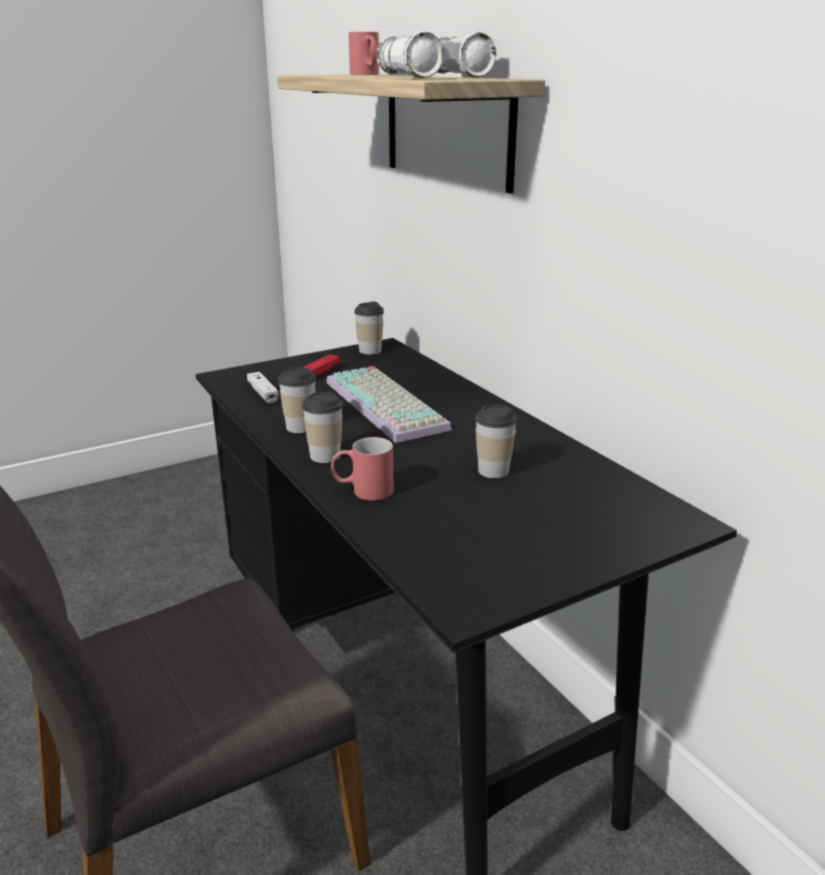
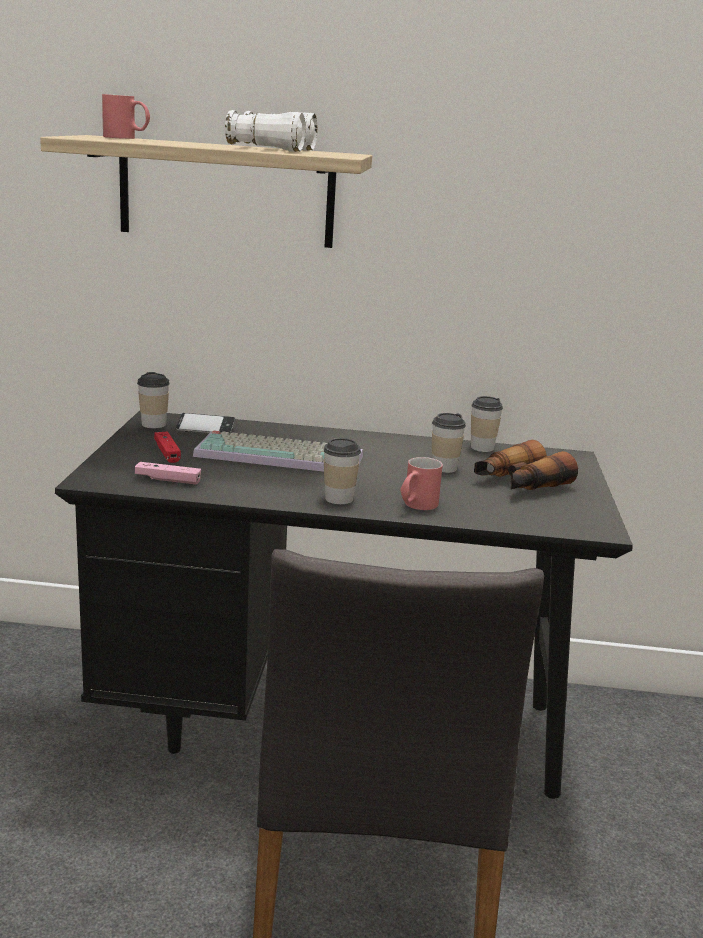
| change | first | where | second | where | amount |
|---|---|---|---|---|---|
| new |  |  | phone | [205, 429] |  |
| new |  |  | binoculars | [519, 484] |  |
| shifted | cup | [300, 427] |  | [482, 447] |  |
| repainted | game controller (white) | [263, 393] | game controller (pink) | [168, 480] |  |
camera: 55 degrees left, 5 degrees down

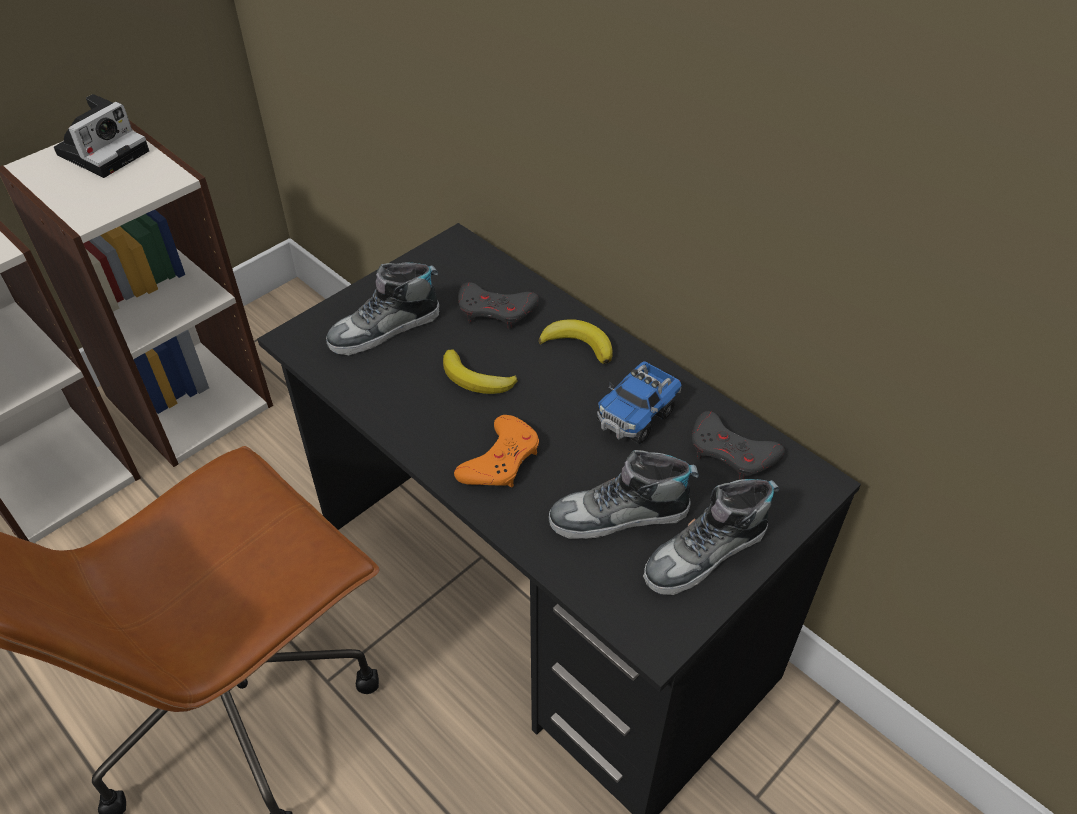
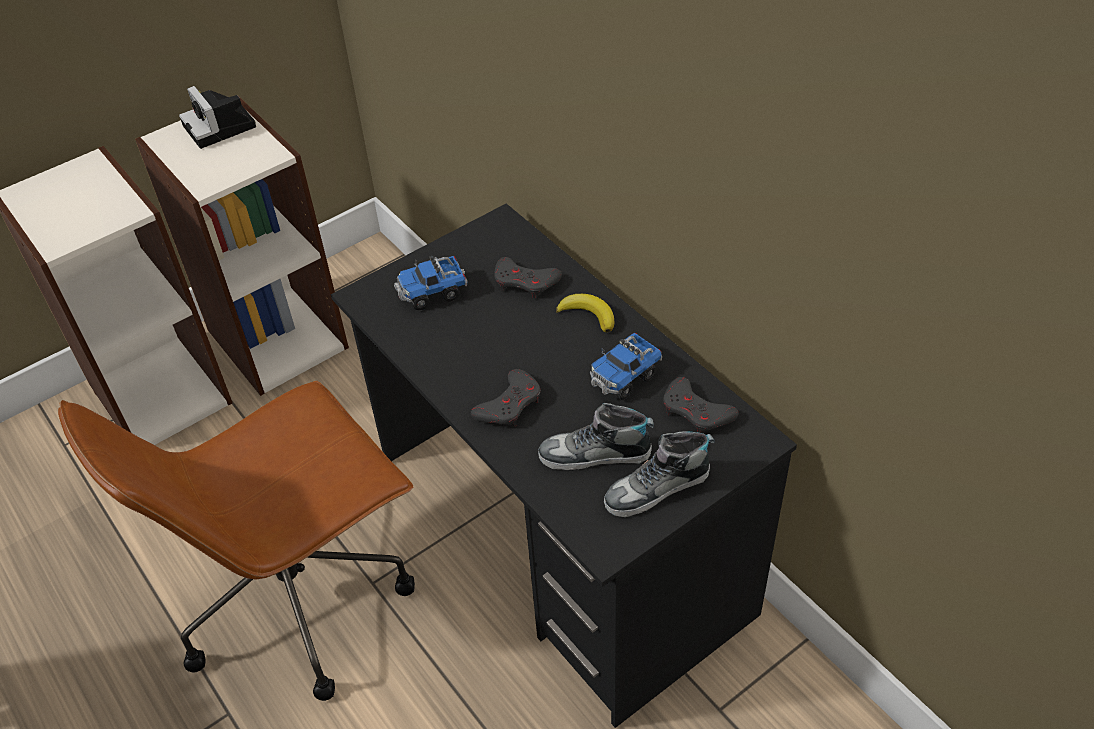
| change | first | where | second | where | amount |
|---|---|---|---|---|---|
| gone | banana | [476, 379] |  |  |  |
| swapped | shoe | [385, 329] | toy truck | [433, 293] |  |
| repainted | game controller (orange) | [501, 460] | game controller (grey) | [509, 404] |  |
| rotated | photo camera | [105, 151] |  | [221, 127] | 105 degrees clockwise |
camera: 10 degrees right, 0 degrees up

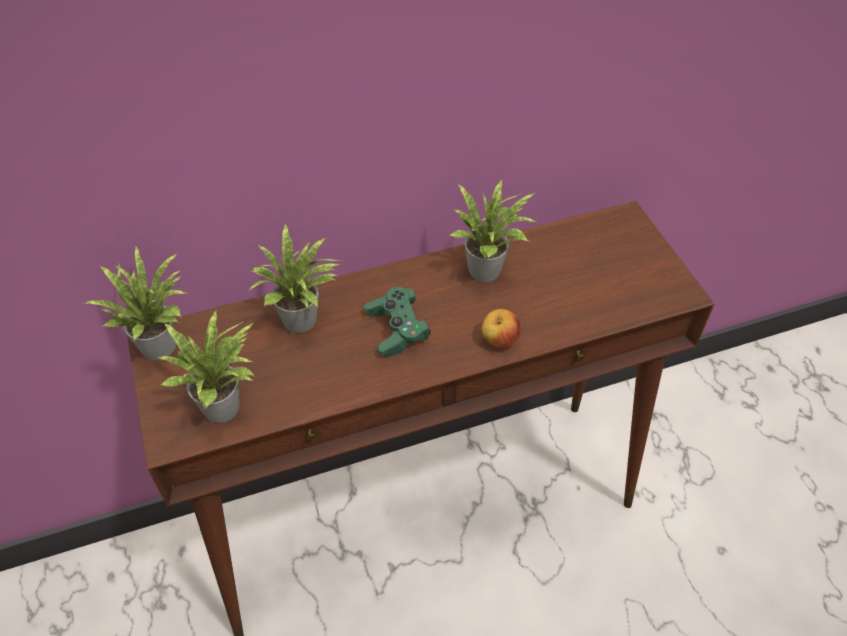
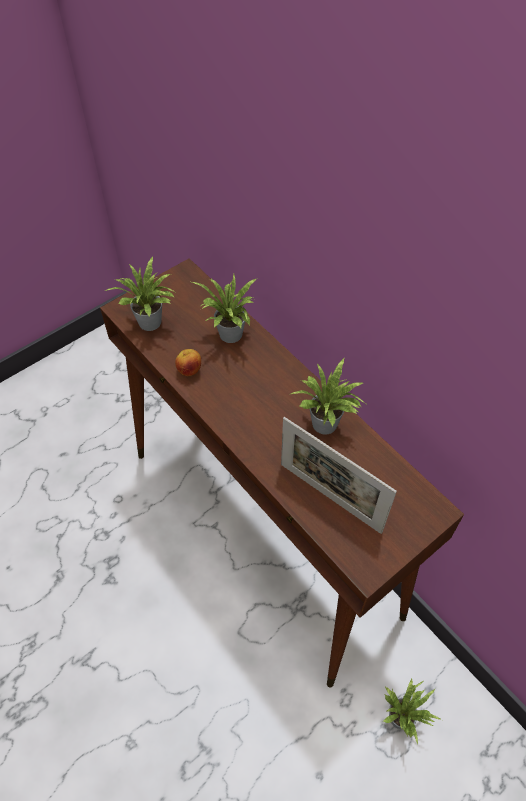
| change | first | where | second | where | amount |
|---|---|---|---|---|---|
| gone | game controller (green) | [397, 329] |  |  |  |
| new |  |  | picture frame | [330, 497] |  |
| shifted | potted plant | [160, 343] |  | [402, 716] |  |
| shifted | apple | [499, 341] |  | [189, 370] |  |
camera: 70 degrees right, 5 degrees up

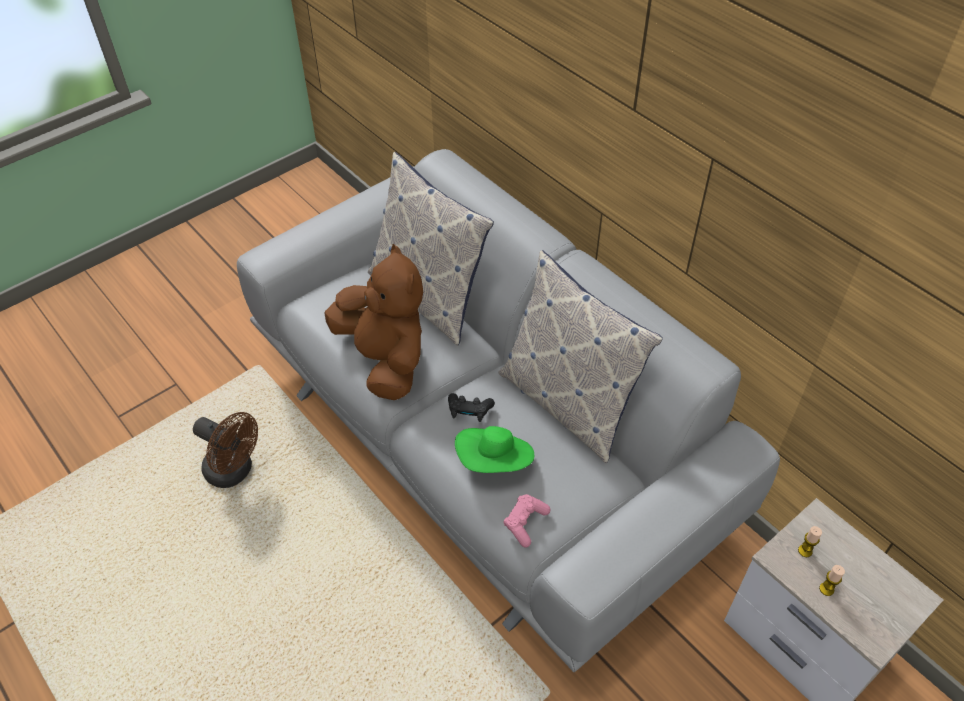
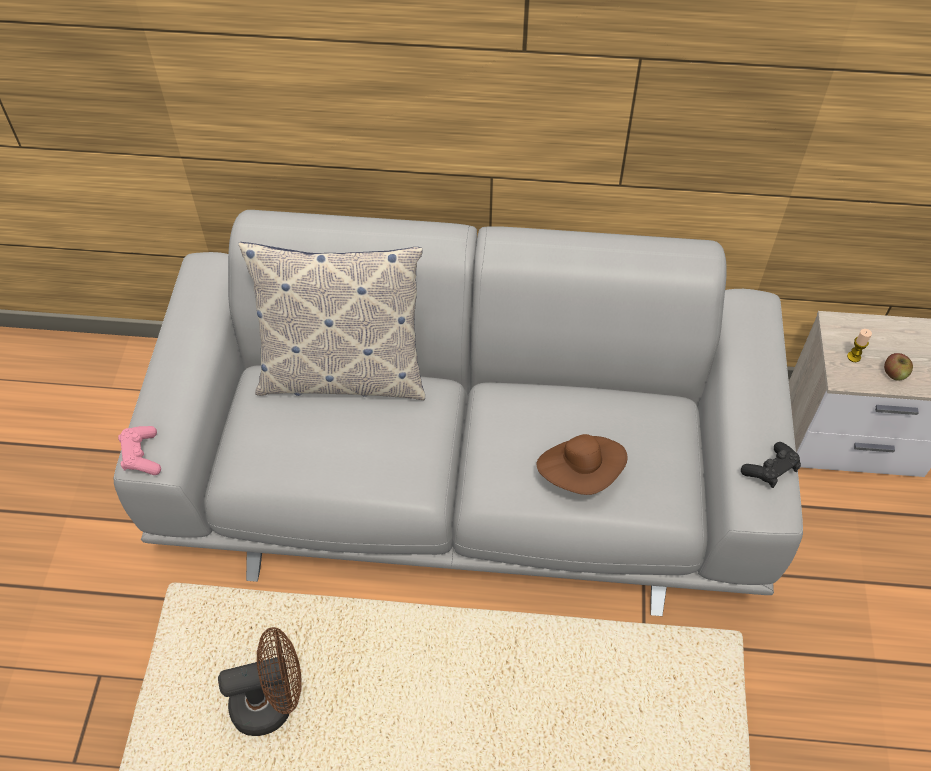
| change | first | where | second | where | amount |
|---|---|---|---|---|---|
| gone | plush toy (brown) | [385, 360] |  |  |  |
| gone | pillow | [568, 403] |  |  |  |
| shifted | game controller (black) | [469, 411] |  | [770, 470] |  |
| shifted | game controller (pink) | [525, 523] |  | [142, 456] |  |
| swapped | candle | [826, 589] | apple | [894, 373] |  |
| repainted | hat (green) | [495, 461] | hat (brown) | [581, 473] |  |
camera: 45 degrees left, 5 degrees up

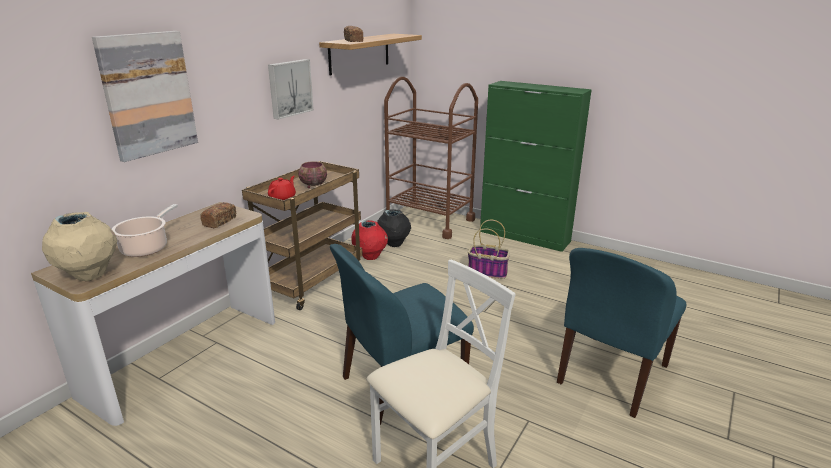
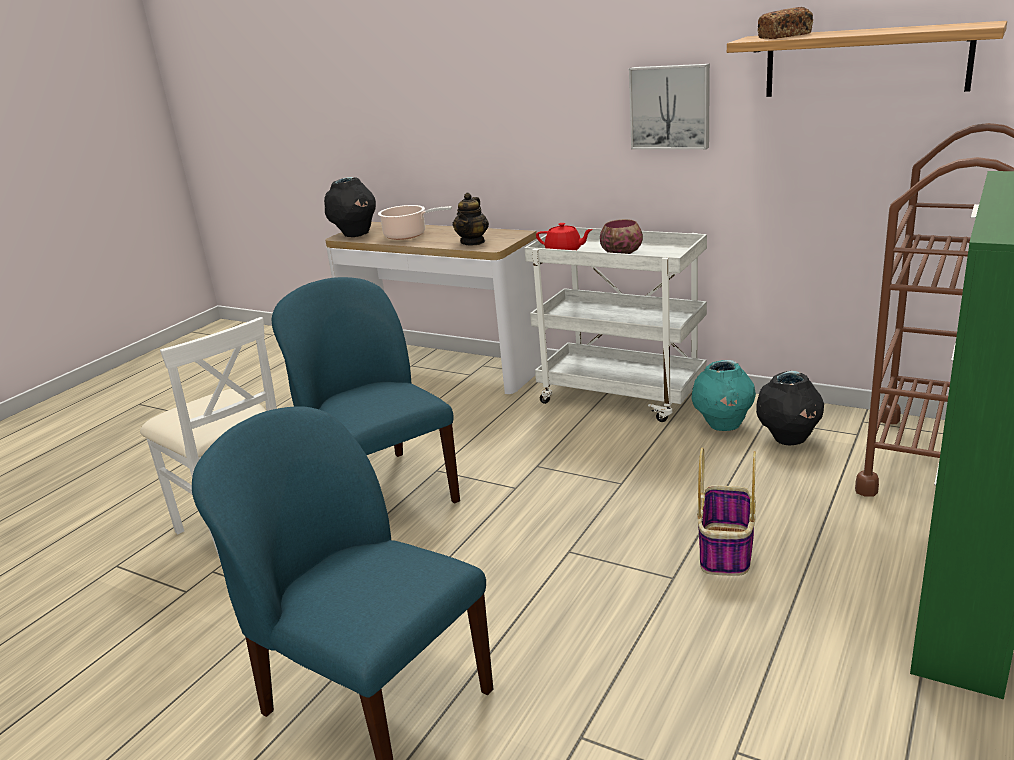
| change | first | where | second | where | amount |
|---|---|---|---|---|---|
| gone | picture | [148, 94] |  |  |  |
| swapped | bread | [219, 221] | teapot | [473, 242] |  |
| repainted | vase (beige) | [89, 276] | vase (black) | [355, 234] |  |
| repainted | cart (brown) | [311, 281] | cart (white) | [622, 396] |  |
| repainted | vase (red) | [370, 257] | vase (turquoise) | [723, 425] |  |
camera: 90 degrees right, 0 degrees up

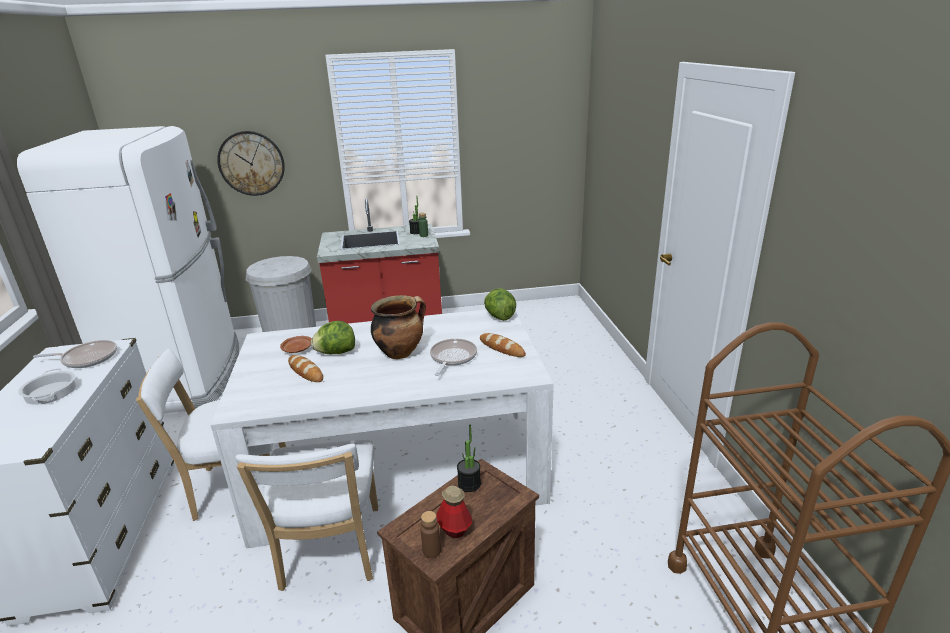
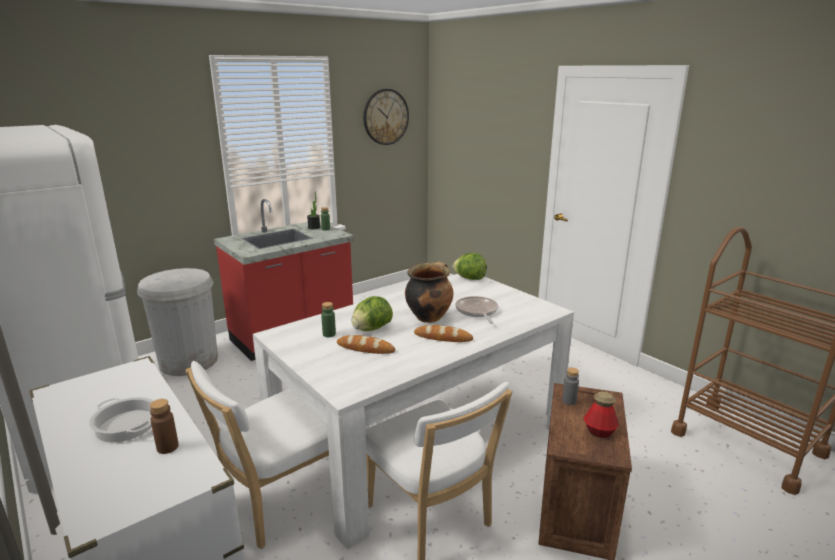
| change | first | where | second | where | amount |
|---|---|---|---|---|---|
| gone | frying pan | [87, 358] |  |  |  |
| shifted | wall clock | [251, 163] |  | [385, 117] |  |
| shifted | bottle (brown) | [431, 551] |  | [167, 447] |  |
| shifted | bread | [502, 348] |  | [443, 337] |  |
| swapped | plate (brown) | [297, 349] | bottle (green) | [329, 334] |  |
| swapped | potted plant | [469, 484] | bottle (grey) | [569, 401] |  |
camera: 30 degrees left, 5 degrees down

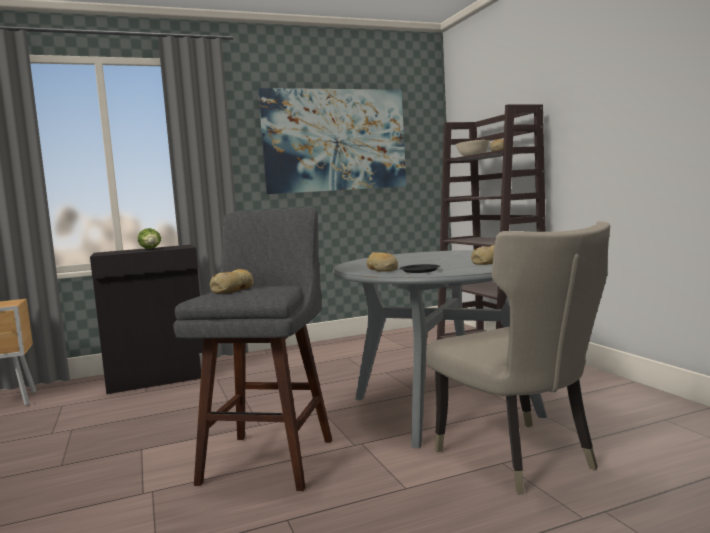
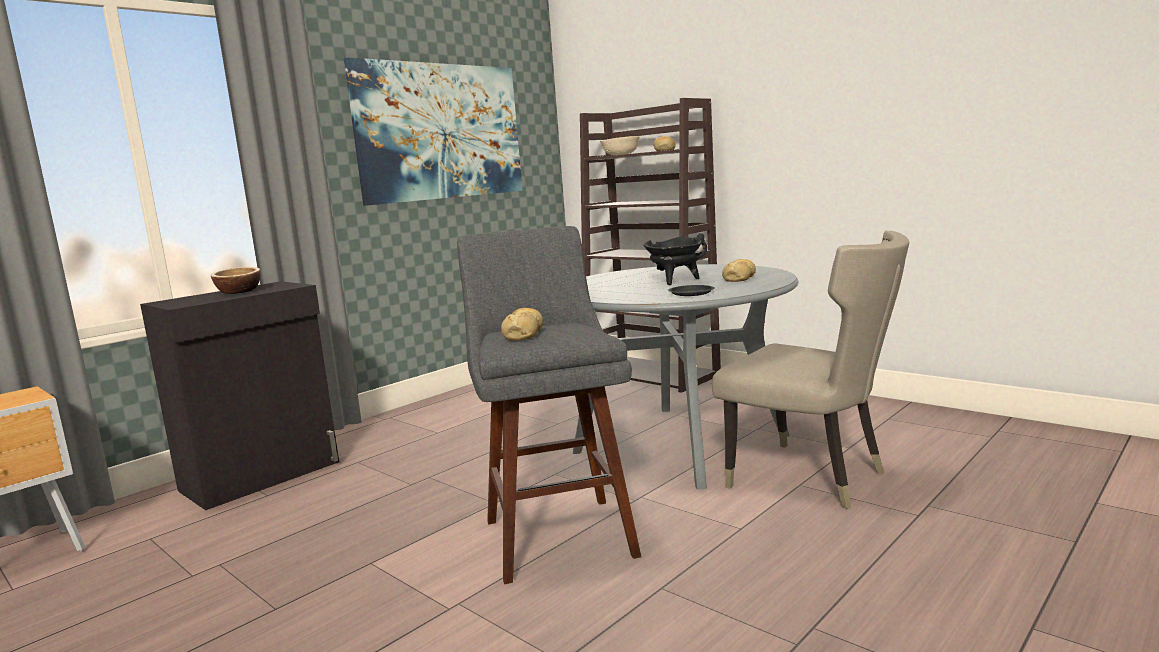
| change | first | where | second | where | amount |
|---|---|---|---|---|---|
| gone | bread | [382, 269] |  |  |  |
| new |  |  | cooking pot (black) | [675, 281] |  |
| swapped | lettuce | [151, 249] | bowl | [239, 291] |  |
camera: 25 degrees left, 5 degrees up

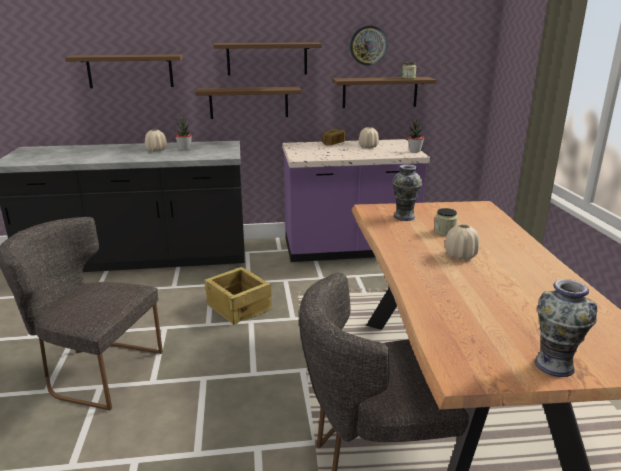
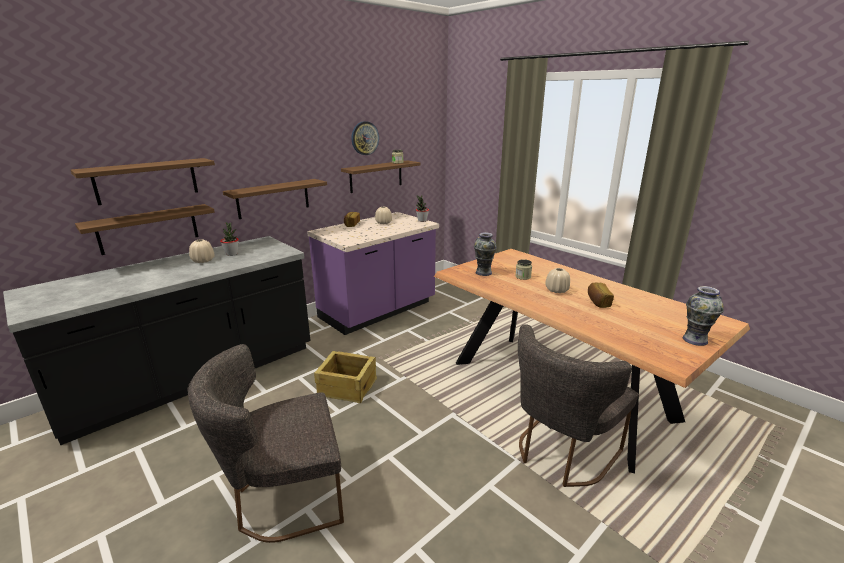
| change | first | where | second | where | amount |
|---|---|---|---|---|---|
| new |  |  | bread | [598, 302] |  |
| shifted | shelf | [267, 58] |  | [148, 229] |  |
camera: 35 degrees left, 0 degrees up

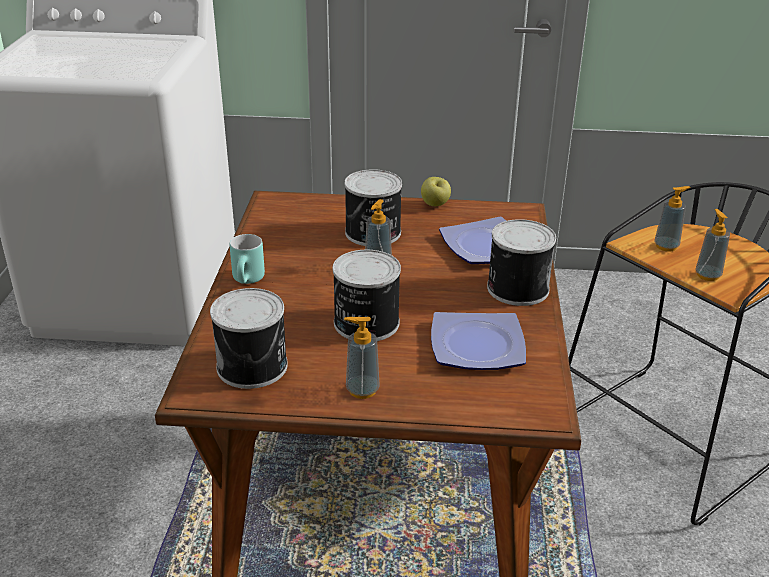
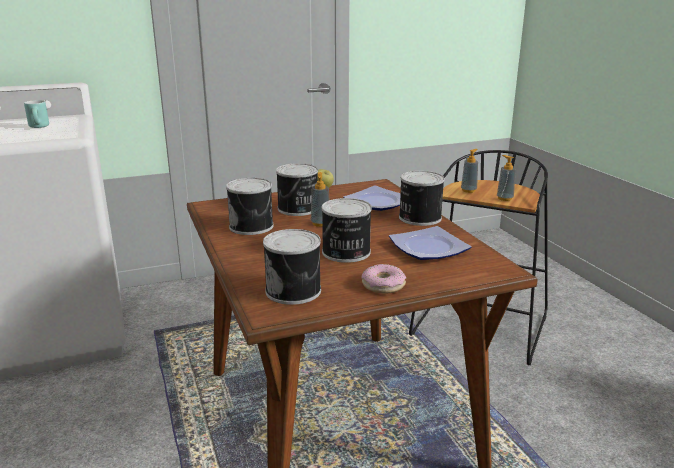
| change | first | where | second | where | amount |
|---|---|---|---|---|---|
| new |  |  | can | [252, 226] |  |
| shifted | mug (turquoise) | [249, 281] |  | [40, 127] |  |
| swapped | soap dispenser | [362, 390] | donut | [383, 285] |  |
camera: 25 degrees left, 10 degrees down

